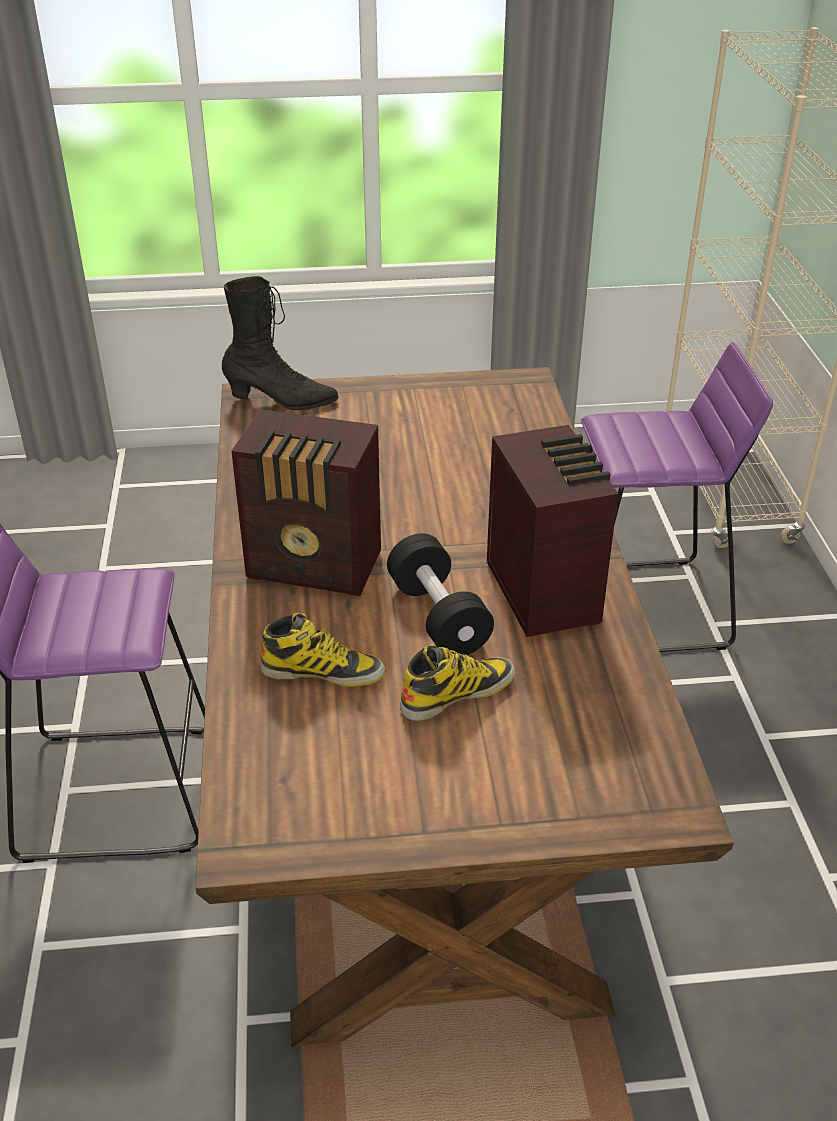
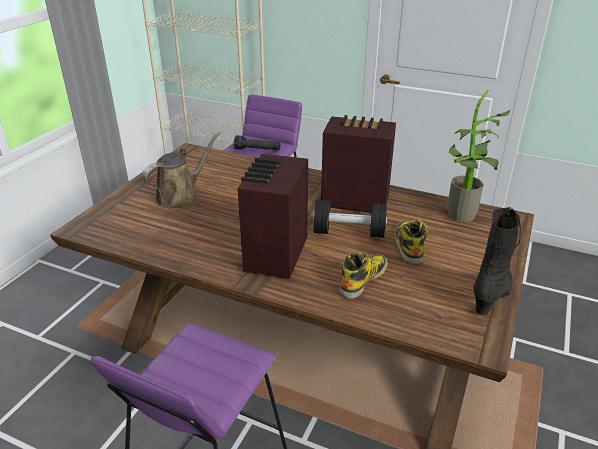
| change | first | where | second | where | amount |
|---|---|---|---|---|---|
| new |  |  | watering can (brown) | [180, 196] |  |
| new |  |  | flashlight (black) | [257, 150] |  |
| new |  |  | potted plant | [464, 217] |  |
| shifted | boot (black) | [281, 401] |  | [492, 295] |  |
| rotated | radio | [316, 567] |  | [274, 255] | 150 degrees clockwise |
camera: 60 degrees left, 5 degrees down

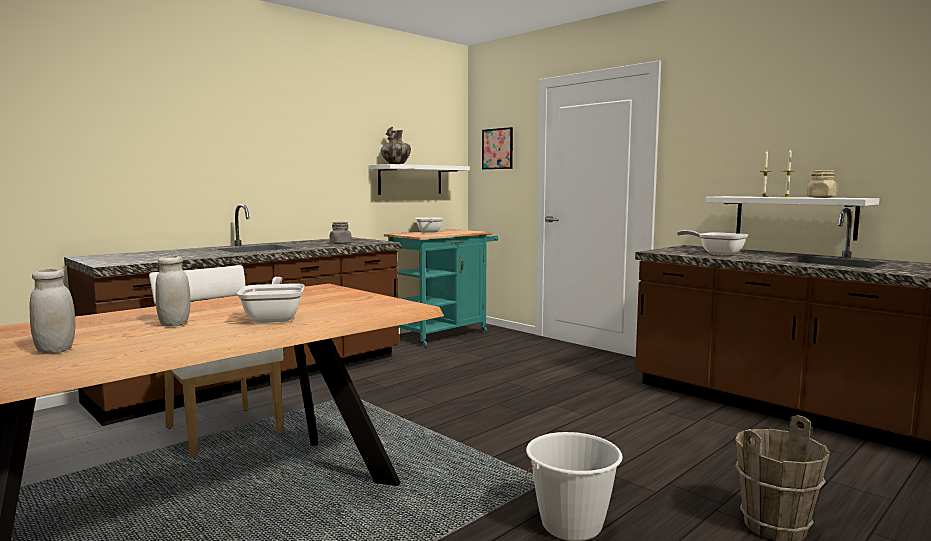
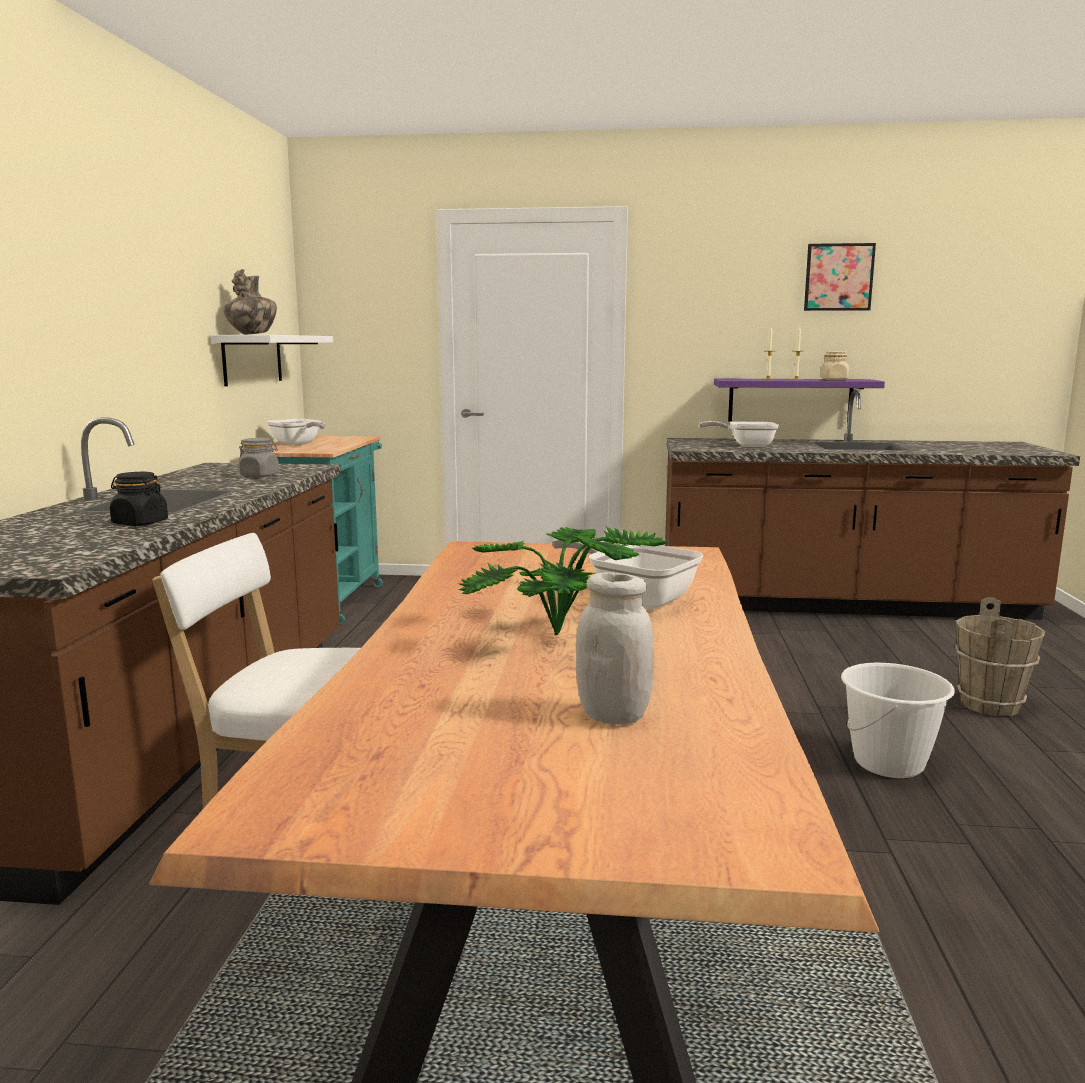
| change | first | where | second | where | amount |
|---|---|---|---|---|---|
| new |  |  | jar (black) | [139, 523] |  |
| shifted | picture | [497, 148] |  | [839, 277] |  |
| swapped | jar (white) | [175, 324] | potted plant | [562, 638] |  |
| repainted | shelf (white) | [794, 217] | shelf (purple) | [790, 400] |  |
camera: 40 degrees left, 5 degrees up

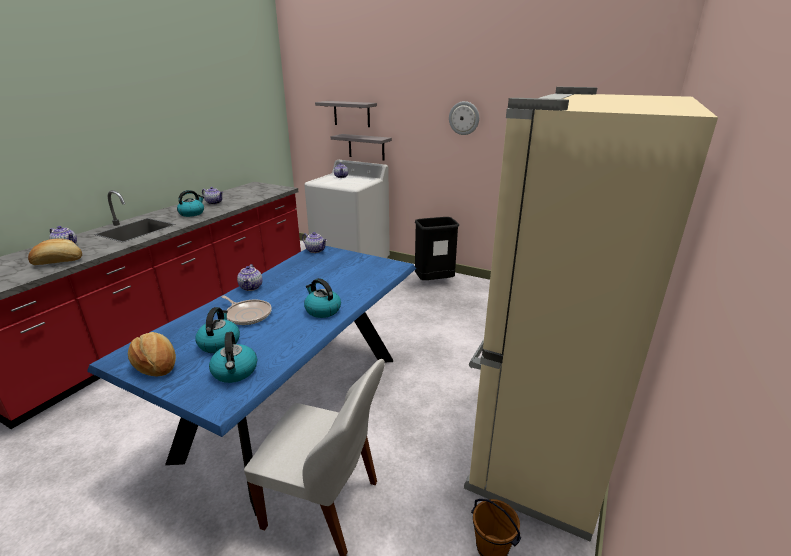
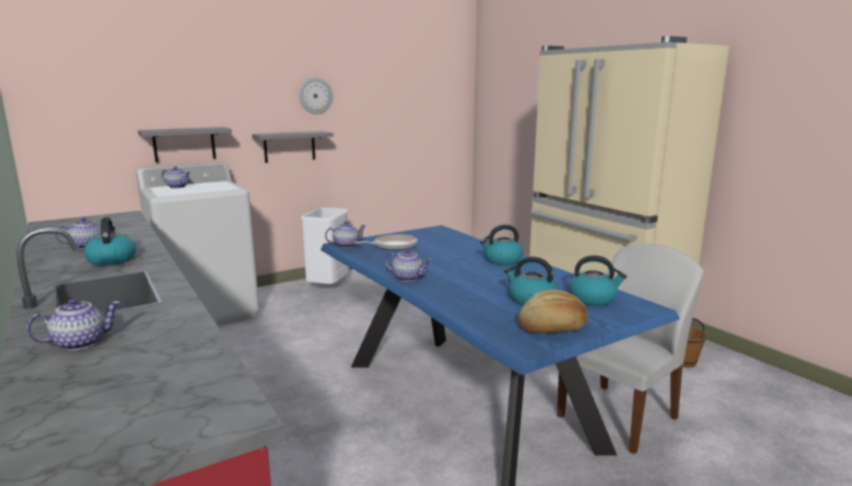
| change | first | where | second | where | amount |
|---|---|---|---|---|---|
| gone | bread | [58, 262] |  |  |  |
| shifted | frying pan | [247, 315] |  | [393, 246] |  |
| shifted | shelf (grey) | [351, 114] |  | [289, 146] |  |
| repainted | trash can (black) | [434, 282] | trash can (white) | [328, 287] |  |
camera: 60 degrees left, 10 degrees down

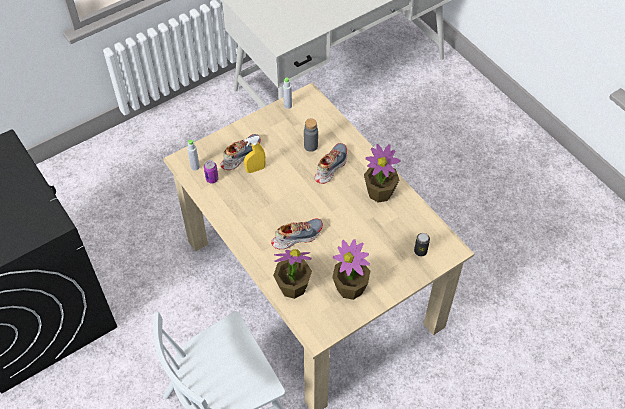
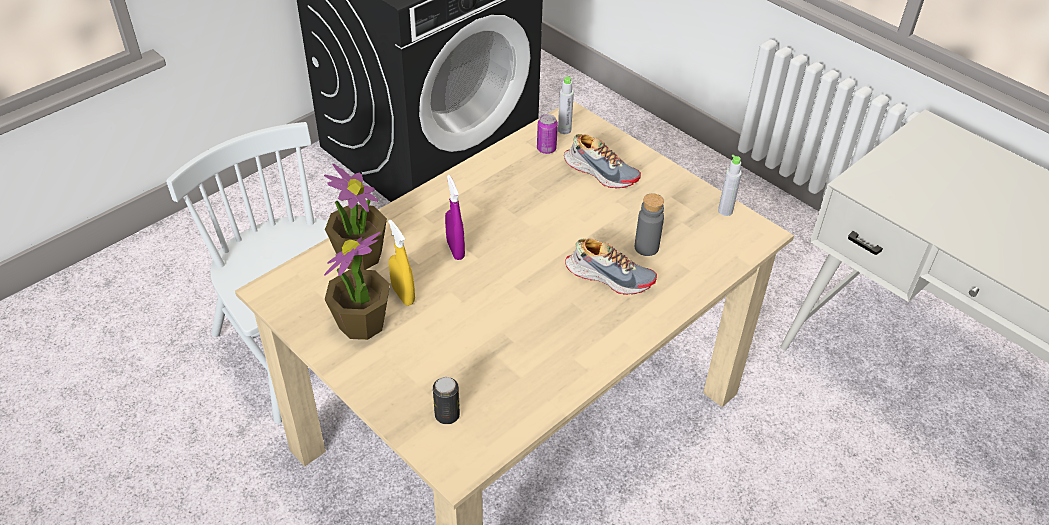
| change | first | where | second | where | amount |
|---|---|---|---|---|---|
| gone | potted plant | [380, 192] |  |  |  |
| shifted | spray bottle (yellow) | [255, 169] |  | [403, 295] |  |
| swapped | shoe | [297, 236] | spray bottle (purple) | [455, 250] |  |
camera: 80 degrees right, 10 degrees down

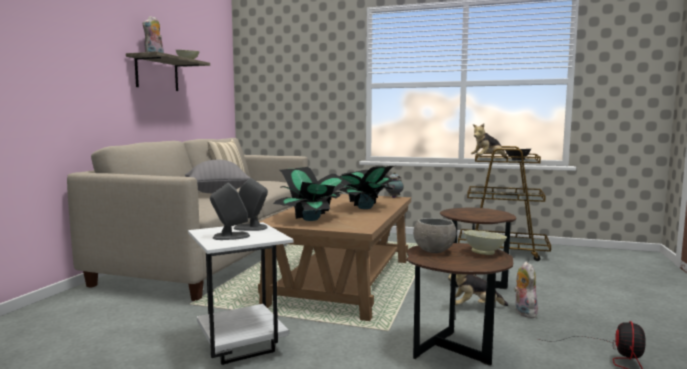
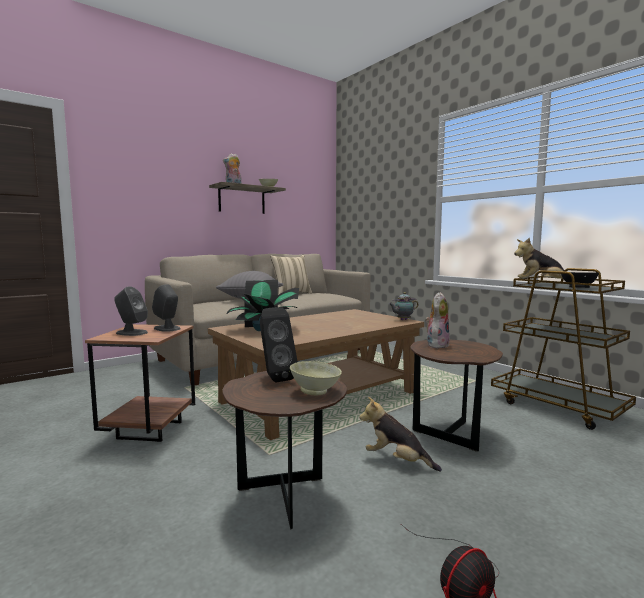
| change | first | where | second | where | amount |
|---|---|---|---|---|---|
| gone | potted plant | [364, 208] |  |  |  |
| shifted | plush toy | [523, 312] |  | [436, 345] |  |
| swapped | bowl (grey) | [433, 251] | speaker (black) | [275, 378] |  |
| repainted | side table (white) | [240, 348] | side table (brown) | [148, 431] |  |
camera: 35 degrees right, 0 degrees up

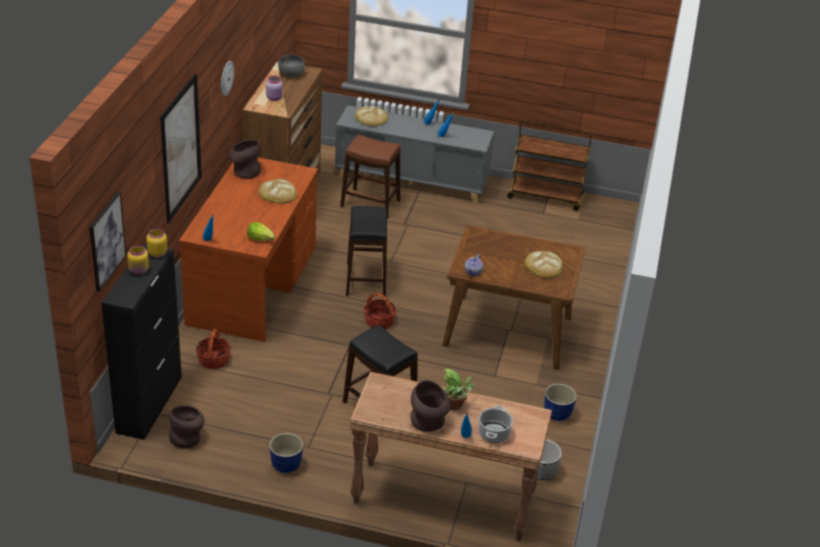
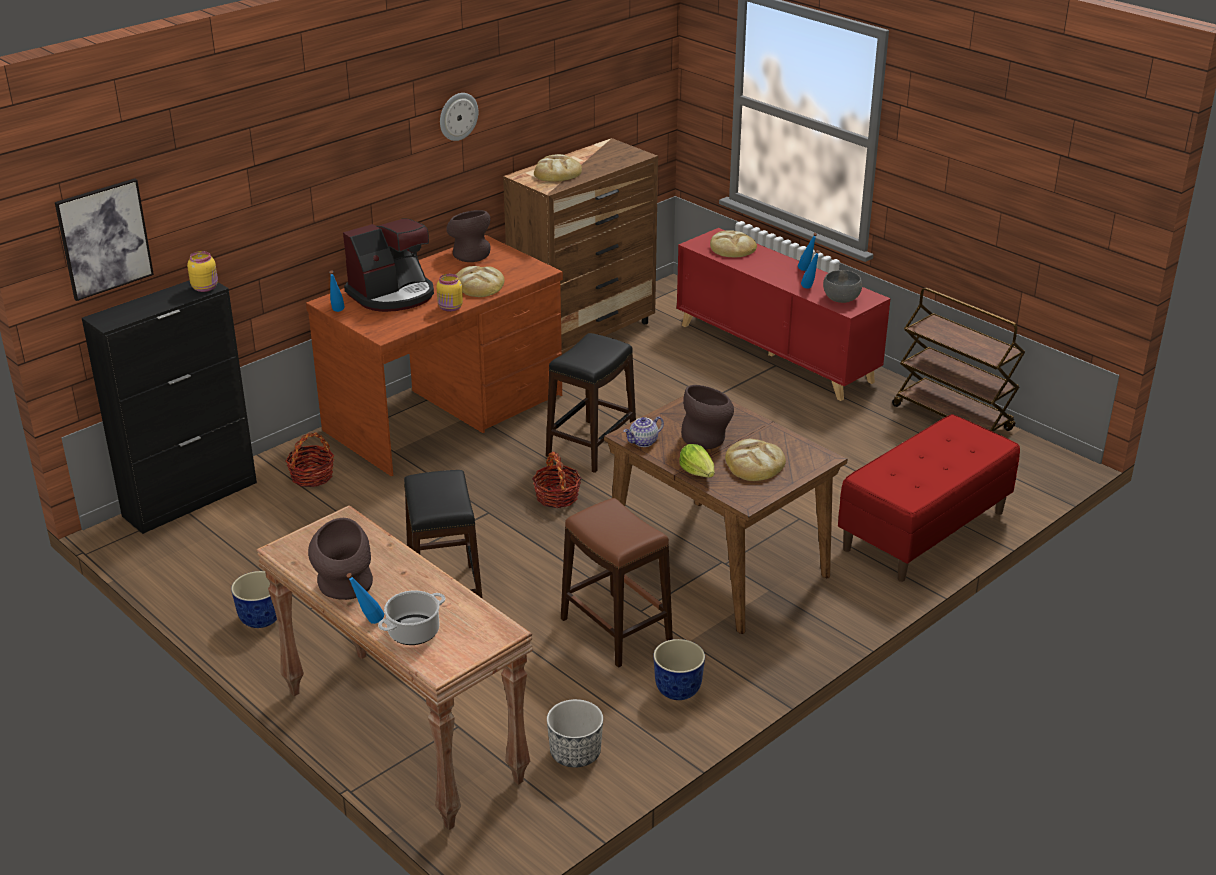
| change | first | where | second | where | amount |
|---|---|---|---|---|---|
| gone | picture | [181, 148] |  |  |  |
| gone | potted plant | [456, 406] |  |  |  |
| new |  |  | coffee machine | [393, 295] |  |
| new |  |  | bench (red) | [924, 531] |  |
| shifted | jar (yellow) | [139, 271] |  | [450, 308] |  |
| shifted | vase (brown) | [187, 437] |  | [707, 438] |  |
| shifted | lettuce | [260, 238] |  | [698, 472] |  |
| shifted | bowl (grey) | [291, 74] |  | [841, 298] |  |
| shifted | stool (brown) | [370, 204] |  | [615, 630] |  |
| swapped | jar (pink) | [274, 98] | bread | [557, 172] |  |
| repainted | cabinet (grey) | [412, 181] | cabinet (red) | [775, 353] |  |
camera: 35 degrees right, 5 degrees down

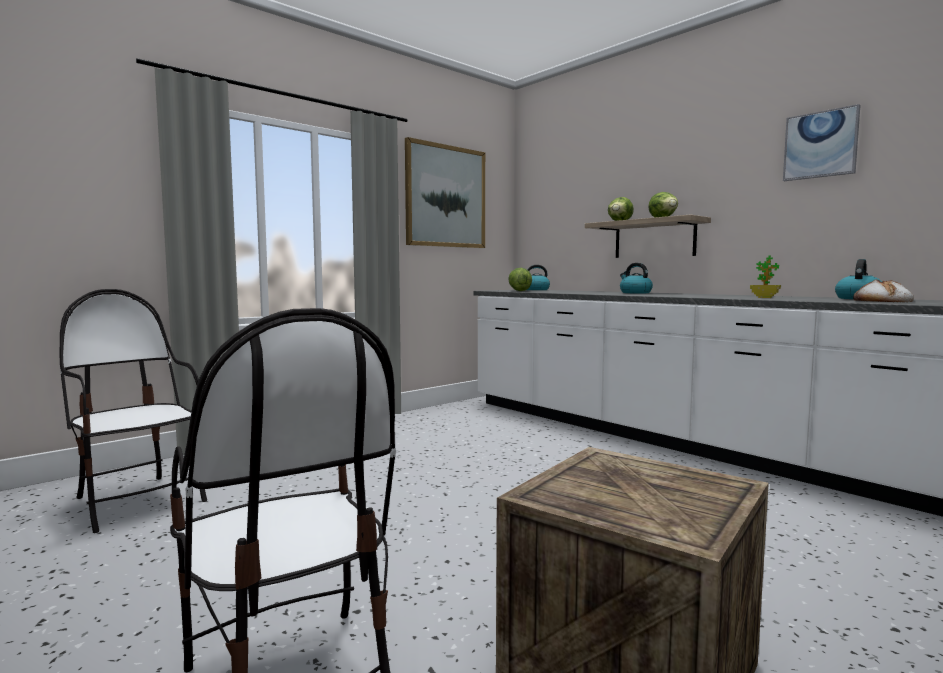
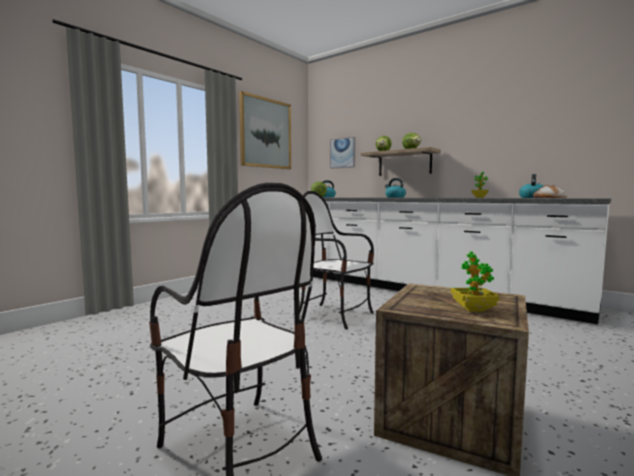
| change | first | where | second | where | amount |
|---|---|---|---|---|---|
| new |  |  | potted plant | [473, 309] |  |
| shifted | chair | [138, 501] |  | [335, 315] |  |
| shifted | picture | [820, 145] |  | [342, 153] |  |
camera: 10 degrees left, 0 degrees up

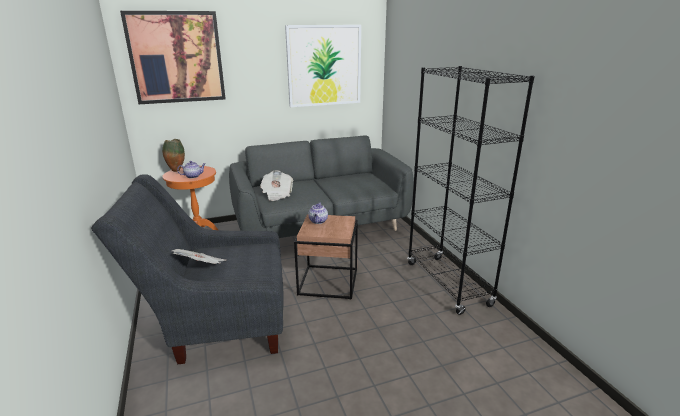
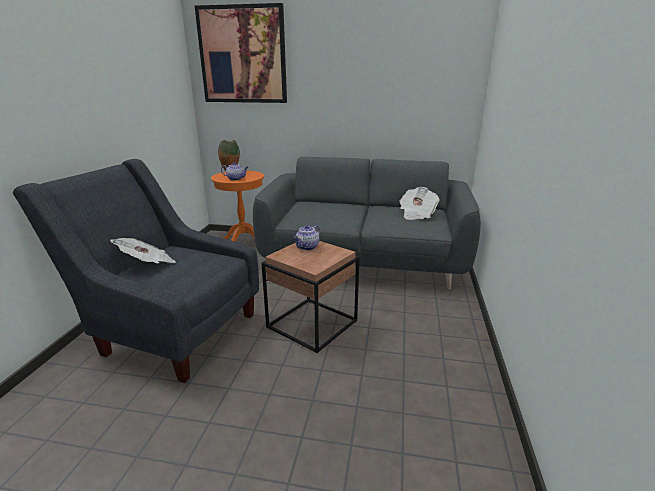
| change | first | where | second | where | amount |
|---|---|---|---|---|---|
| gone | picture | [324, 66] |  |  |  |
| gone | bookcase (black) | [448, 284] |  |  |  |
| shifted | newspaper | [277, 194] |  | [417, 214] |  |
camera: 30 degrees right, 0 degrees up

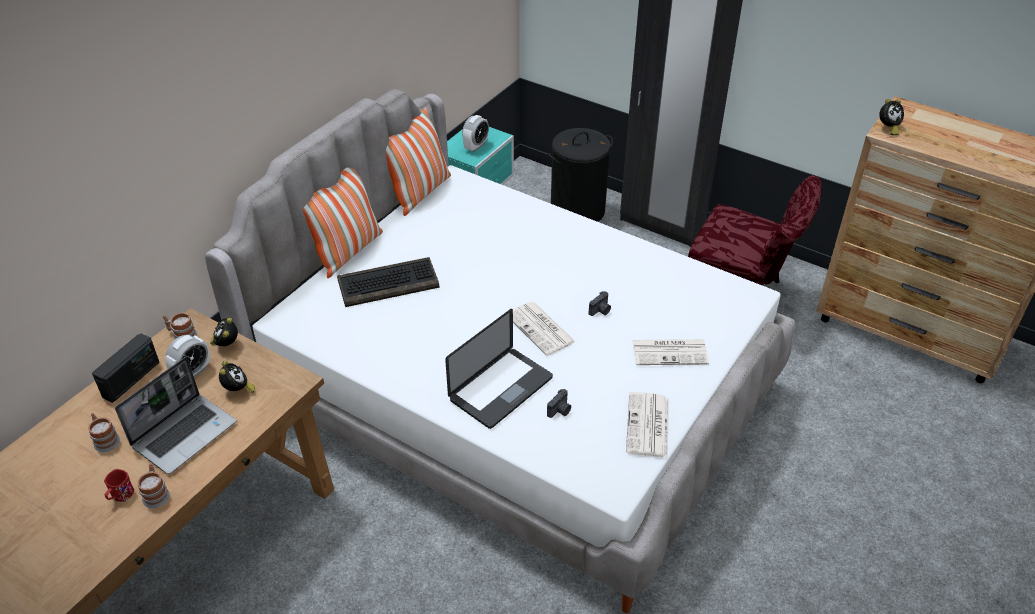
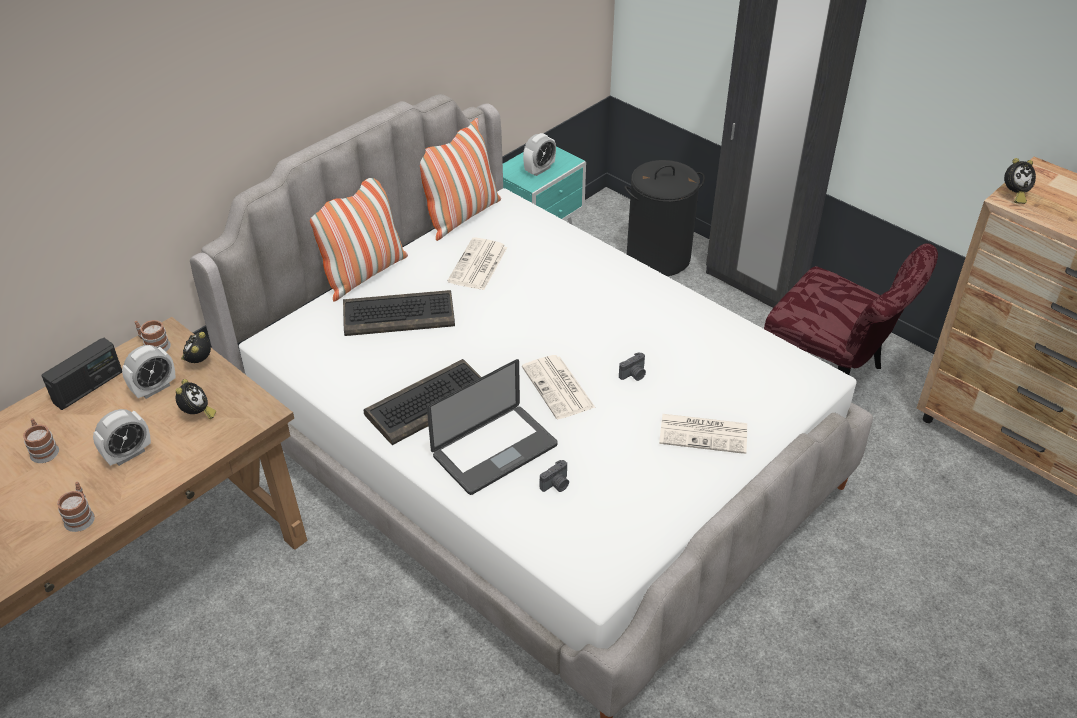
| change | first | where | second | where | amount |
|---|---|---|---|---|---|
| gone | mug (red) | [120, 496] |  |  |  |
| new |  |  | keyboard | [428, 402] |  |
| shifted | newspaper | [648, 426] |  | [478, 265] |  |
| swapped | laptop | [185, 433] | alarm clock | [128, 454] |  |
camera: 10 degrees right, 0 degrees up

